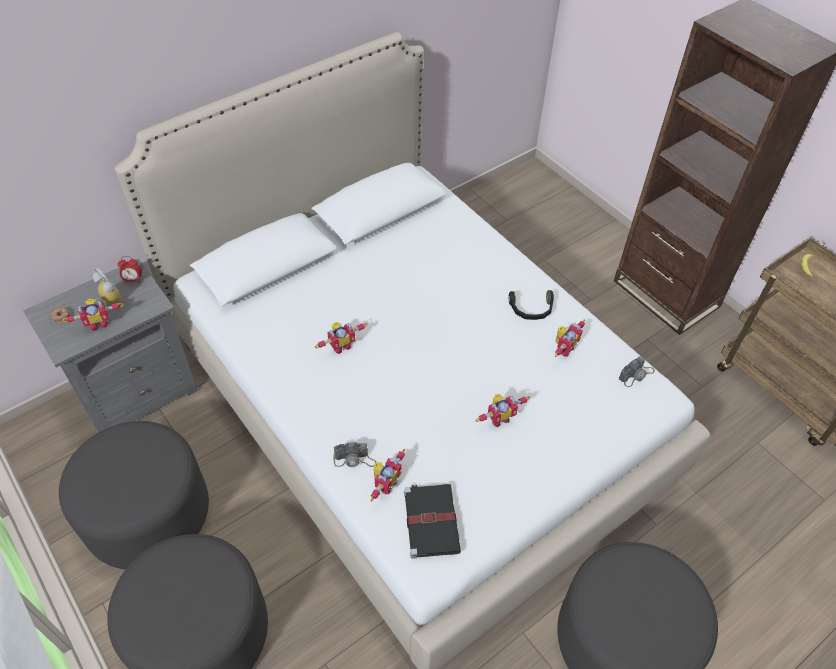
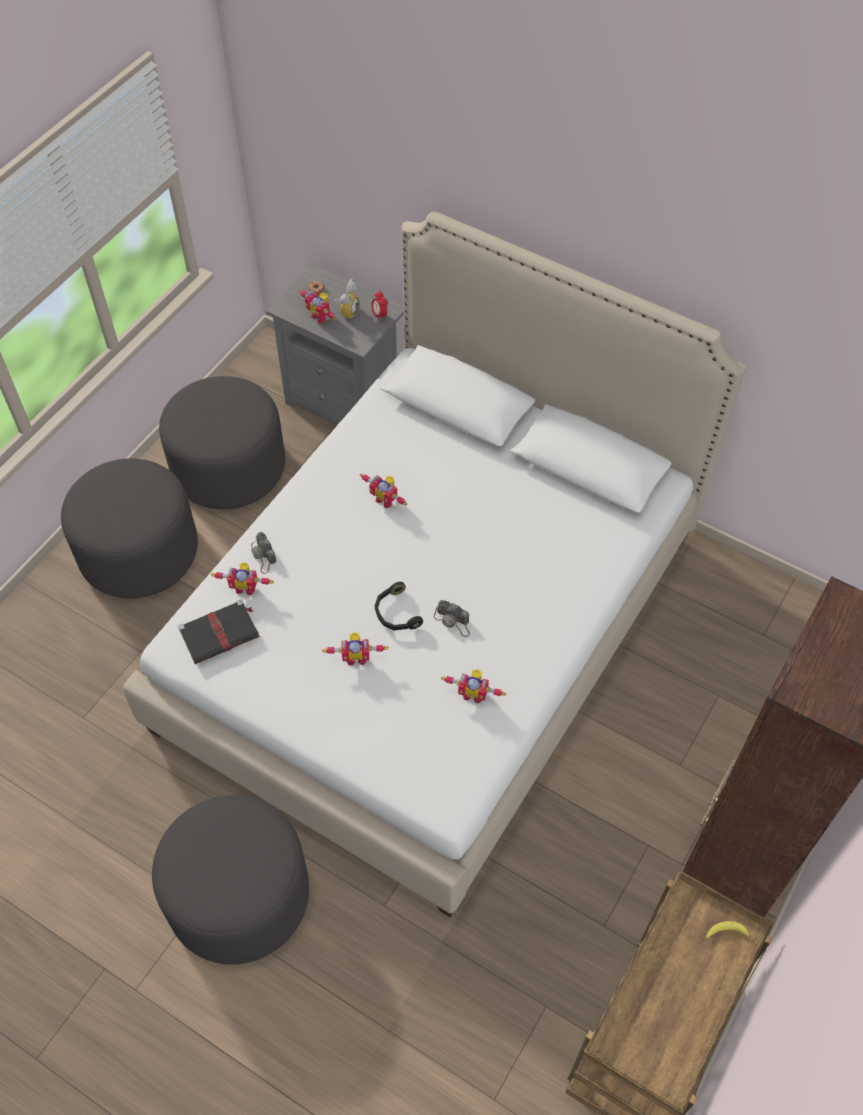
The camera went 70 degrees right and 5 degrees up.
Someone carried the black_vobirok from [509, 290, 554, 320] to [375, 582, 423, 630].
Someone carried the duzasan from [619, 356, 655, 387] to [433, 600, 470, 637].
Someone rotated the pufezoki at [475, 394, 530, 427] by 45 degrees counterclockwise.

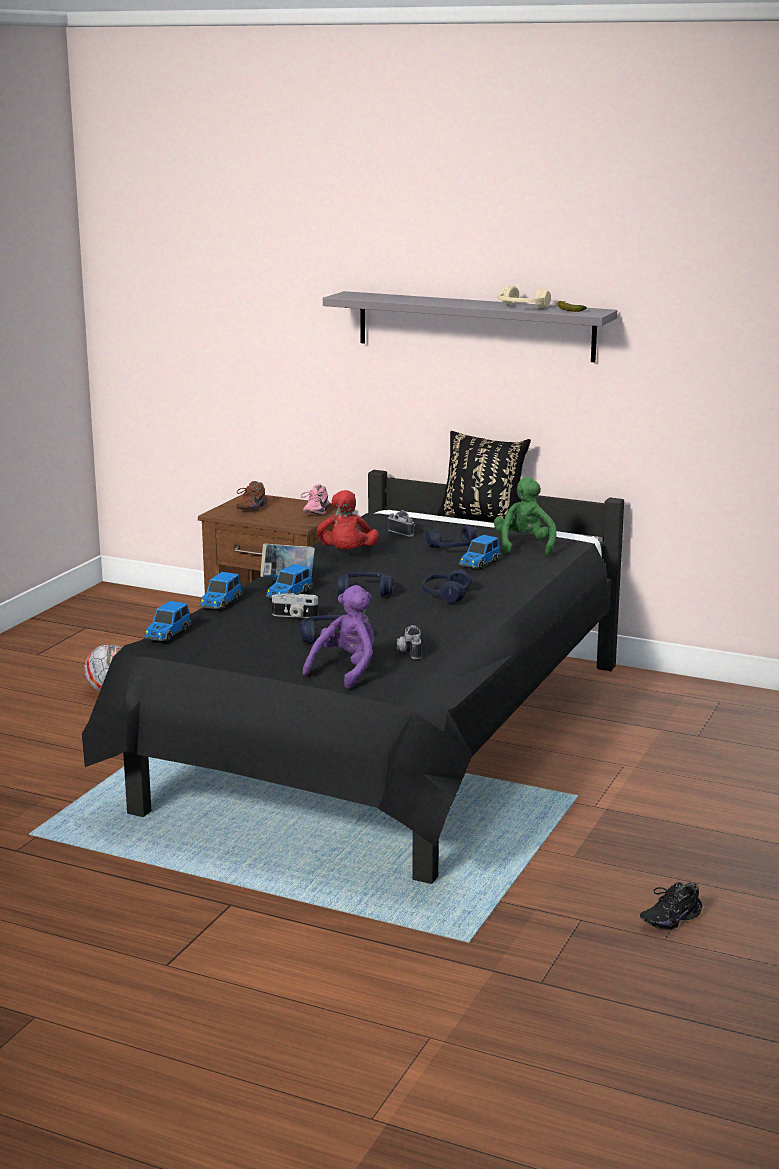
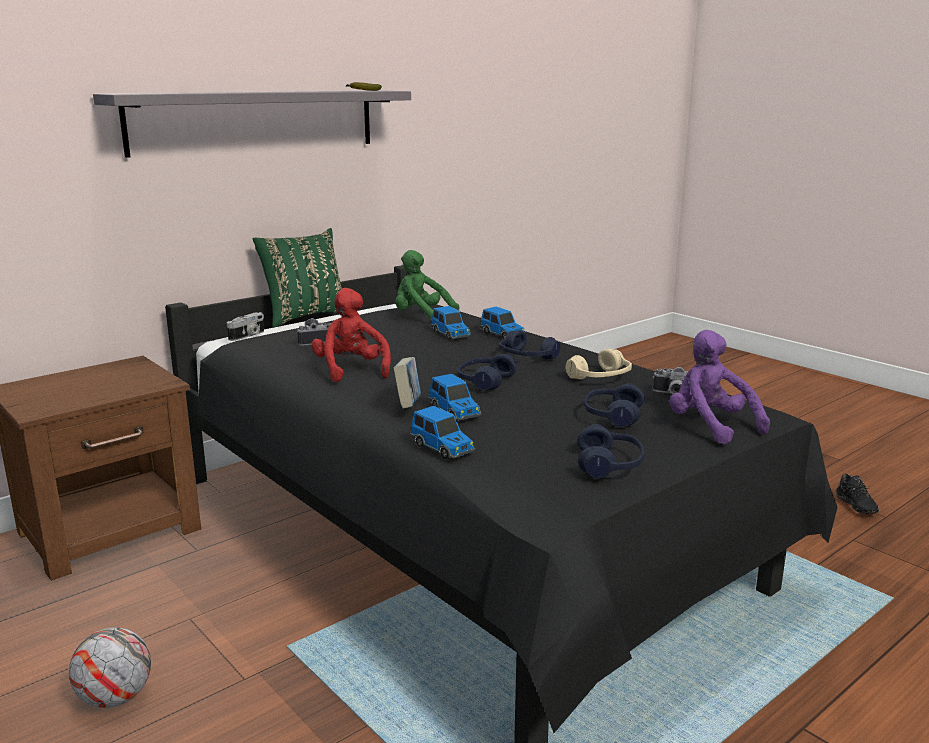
The camera went 65 degrees left and 0 degrees up.
Someone carried the beige_vobirok from [498, 286, 551, 308] to [566, 349, 632, 379].
Someone repainted the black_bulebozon at [437, 431, 531, 519], which became the green_bulebozon at [253, 228, 342, 328].
Someone took away the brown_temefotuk at [236, 481, 267, 511].
Someone took away the pink_temefotuk at [301, 485, 330, 515].
Someone rotated the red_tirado at [317, 490, 379, 550] by 135 degrees counterclockwise.
Someone carried the blue_vobirok from [426, 525, 479, 548] to [577, 424, 645, 479].
Someone carried the duzasan from [272, 593, 318, 618] to [227, 312, 264, 341].
Someone carried the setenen from [144, 601, 192, 641] to [480, 307, 524, 339].

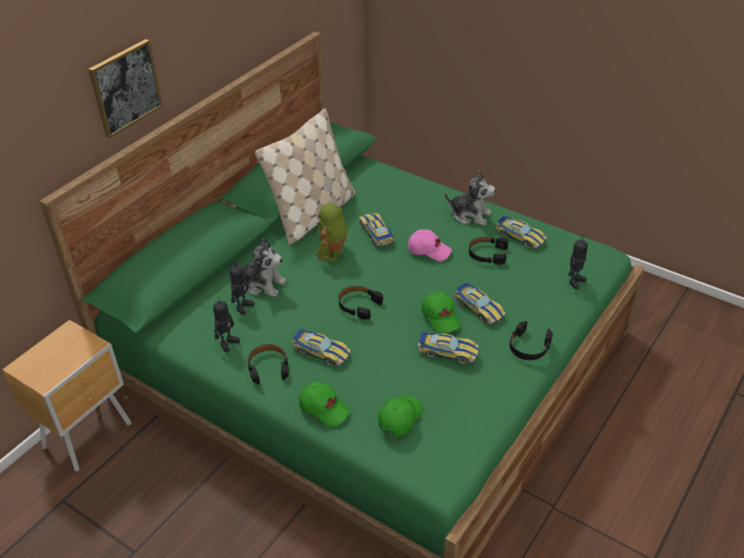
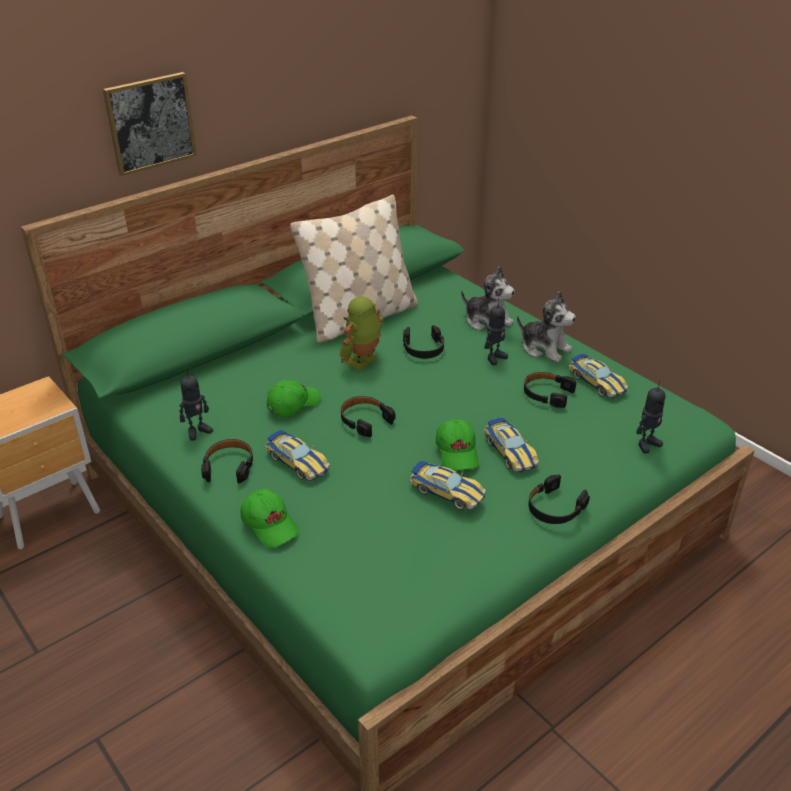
The camera went 15 degrees right and 5 degrees down.
Someone swapped the setenen at [359, 213, 395, 246] for the black_vobirok at [403, 325, 444, 359].
Someone took away the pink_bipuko at [408, 229, 452, 261].
Someone carried the tirado from [233, 238, 287, 297] to [461, 266, 515, 331].
Someone carried the pufezoki from [230, 263, 255, 315] to [484, 299, 508, 365].
Someone carried the green_bipuko from [378, 395, 423, 437] to [267, 380, 321, 417].

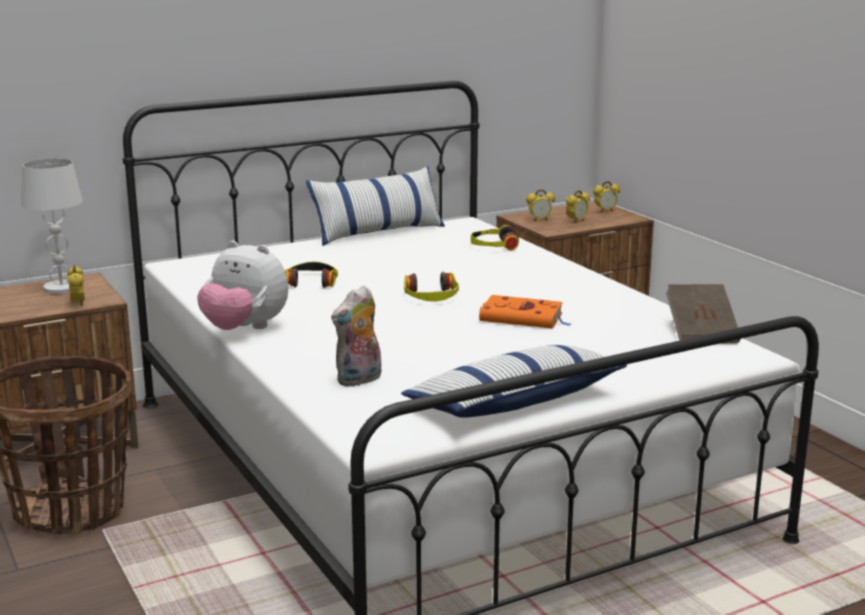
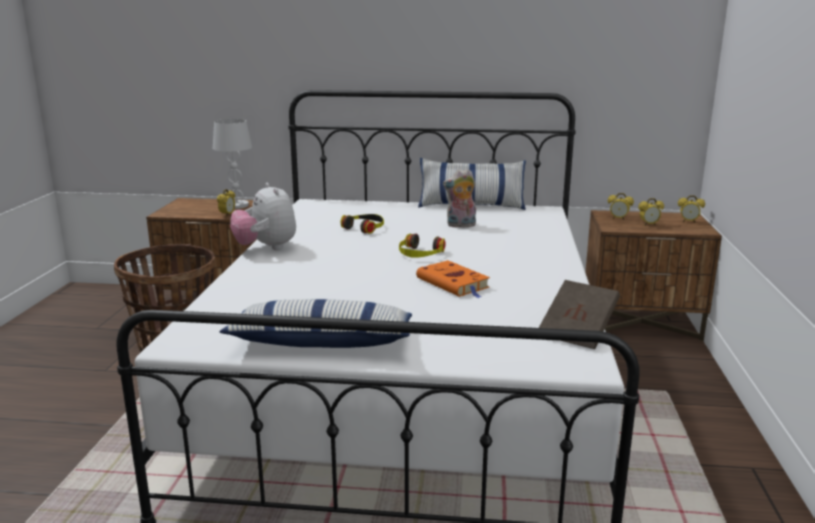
The camera went 35 degrees right and 0 degrees up.
Someone took away the vobirok at [471, 225, 519, 251].
Someone carried the tirado from [331, 285, 382, 387] to [443, 169, 476, 228].

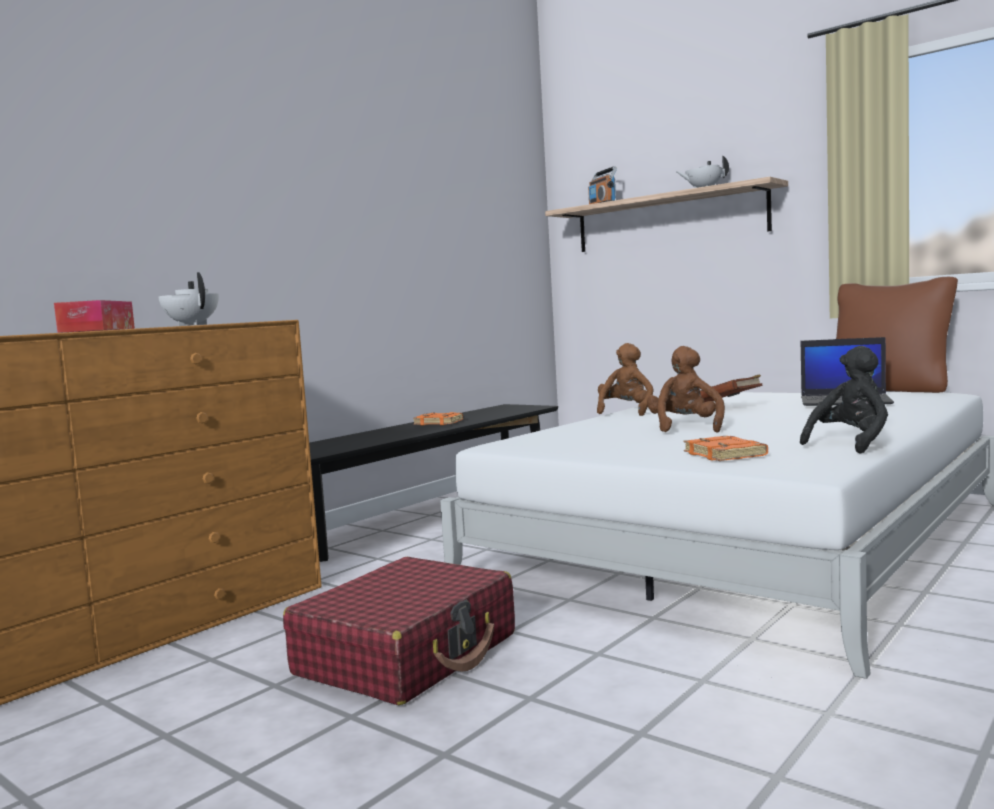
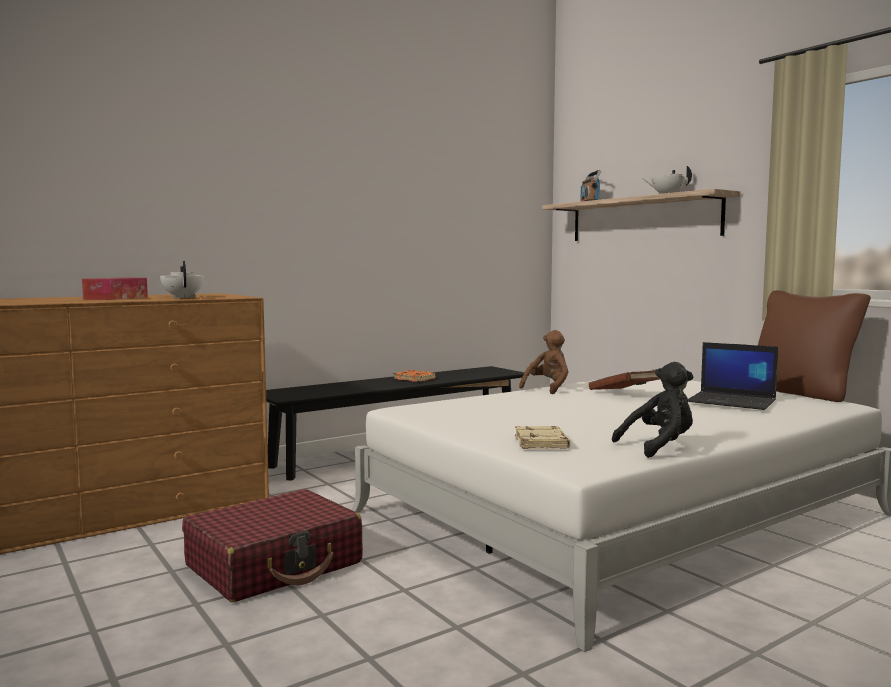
The camera went 15 degrees right and 0 degrees up.
Someone took away the brown_tirado at [647, 346, 725, 433].
Someone repainted the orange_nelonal at [683, 436, 768, 461], which became the beige_nelonal at [515, 426, 570, 449].

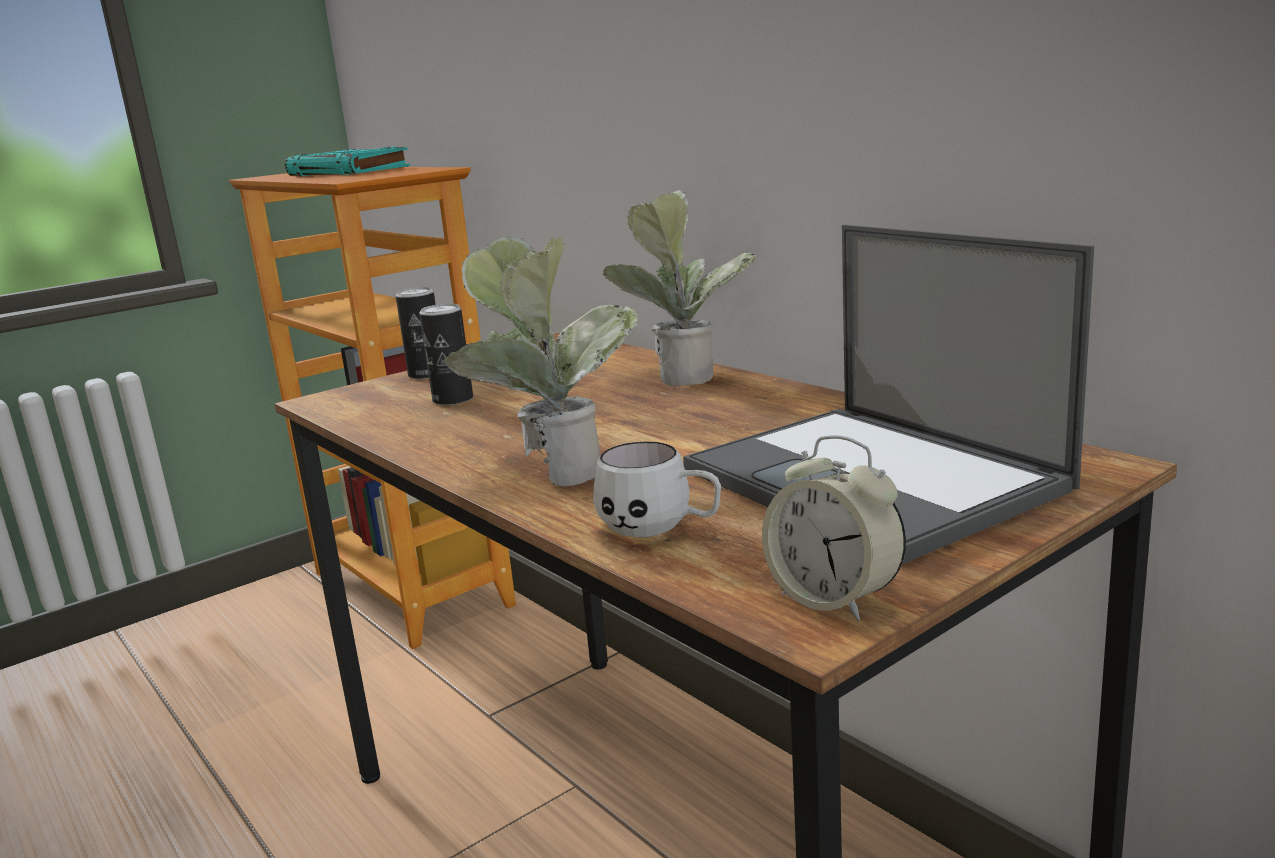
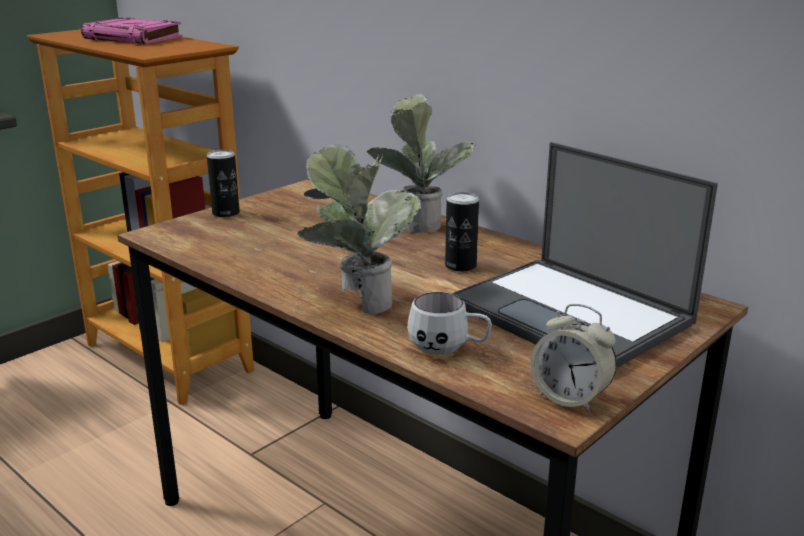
The camera went 10 degrees left and 5 degrees up.
Someone repainted the turquoise_nelonal at [285, 146, 410, 176], which became the pink_nelonal at [81, 18, 183, 44].
Someone carried the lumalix from [419, 304, 473, 405] to [445, 192, 479, 272].

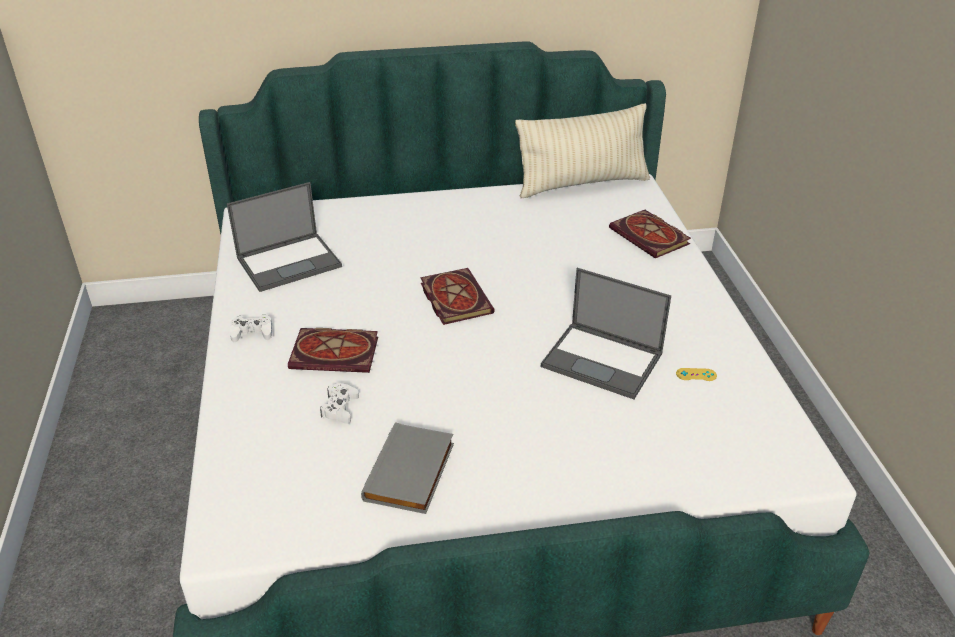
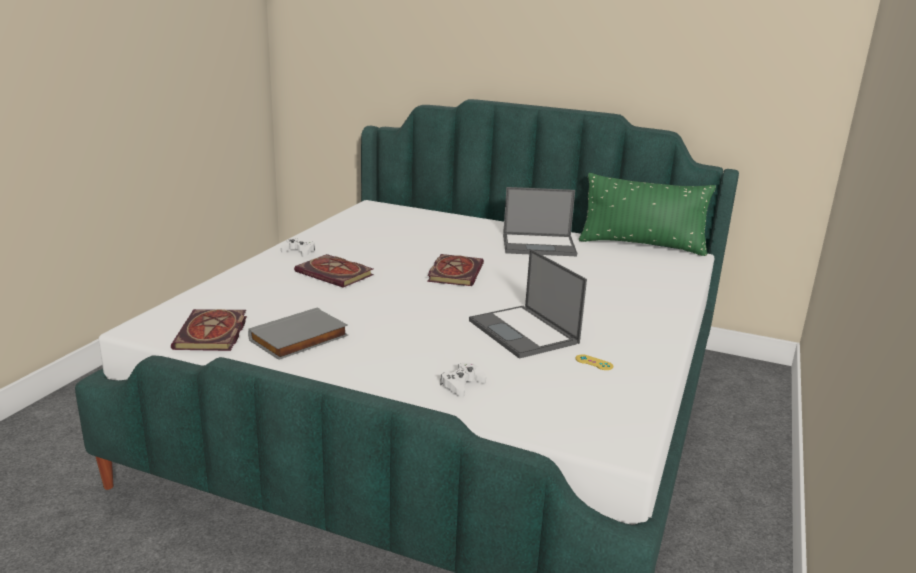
The camera went 30 degrees right and 15 degrees down.
Someone repainted the beige_bulebozon at [515, 103, 650, 199], which became the green_bulebozon at [579, 173, 716, 256].
Someone carried the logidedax from [227, 182, 342, 292] to [503, 187, 577, 256].
Someone carried the nelonal from [609, 210, 691, 258] to [171, 309, 247, 351].
Someone carried the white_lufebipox from [320, 383, 359, 424] to [440, 362, 486, 398].

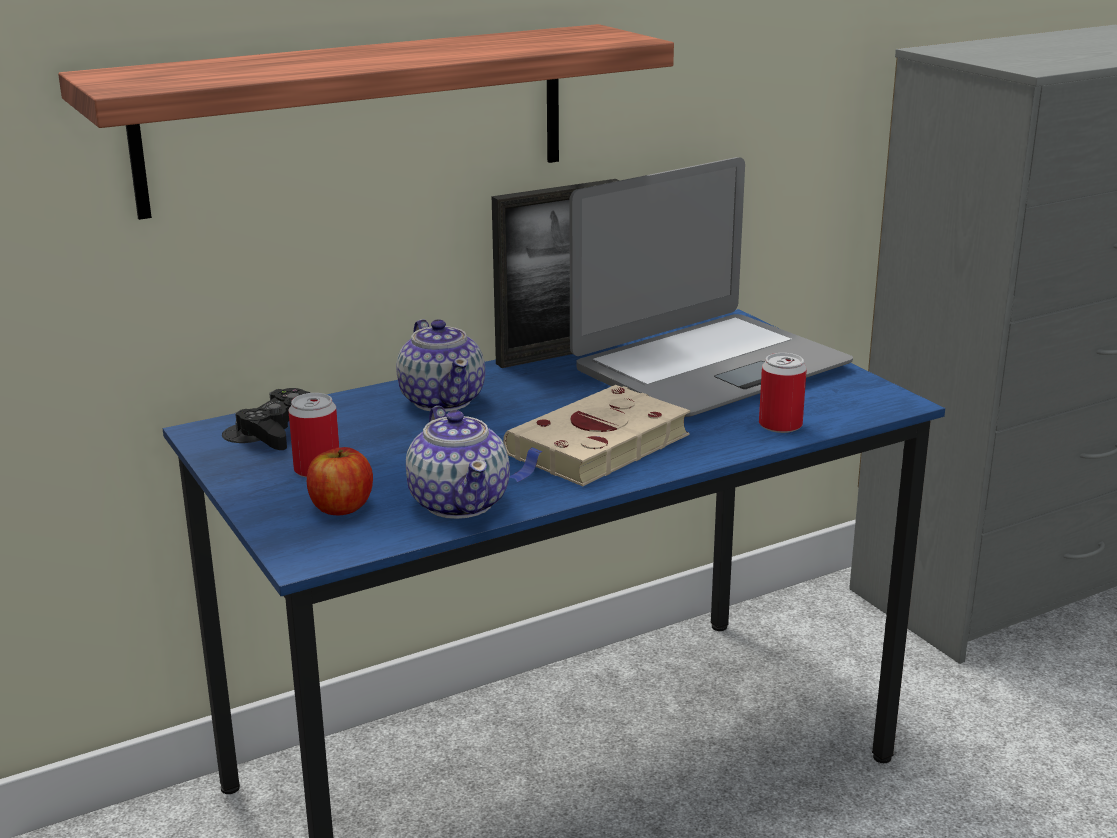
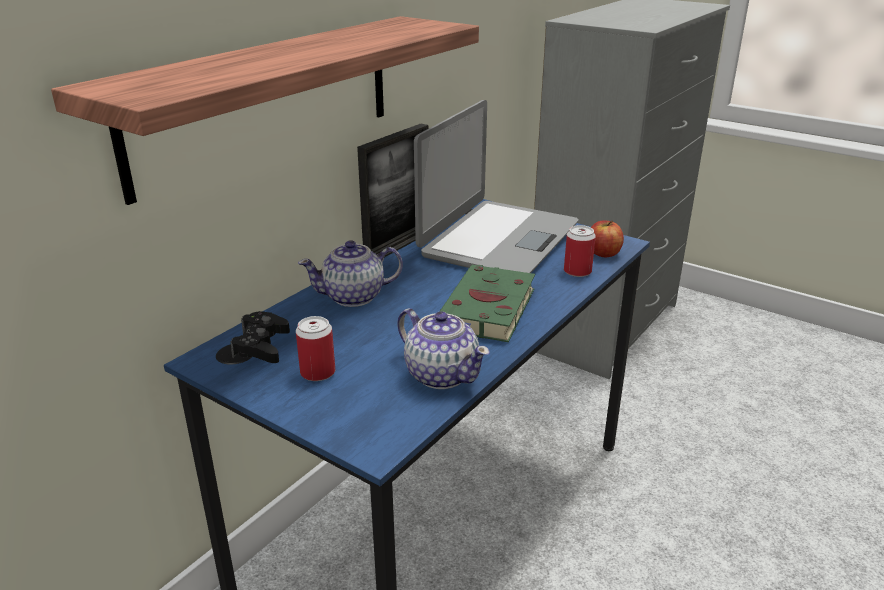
The camera went 25 degrees left and 5 degrees up.
Someone rotated the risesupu at [396, 319, 485, 412] by 120 degrees clockwise.
Someone repainted the beige_nelonal at [503, 385, 690, 486], which became the green_nelonal at [439, 265, 535, 342].
Someone carried the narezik from [307, 447, 373, 515] to [591, 220, 624, 257].

